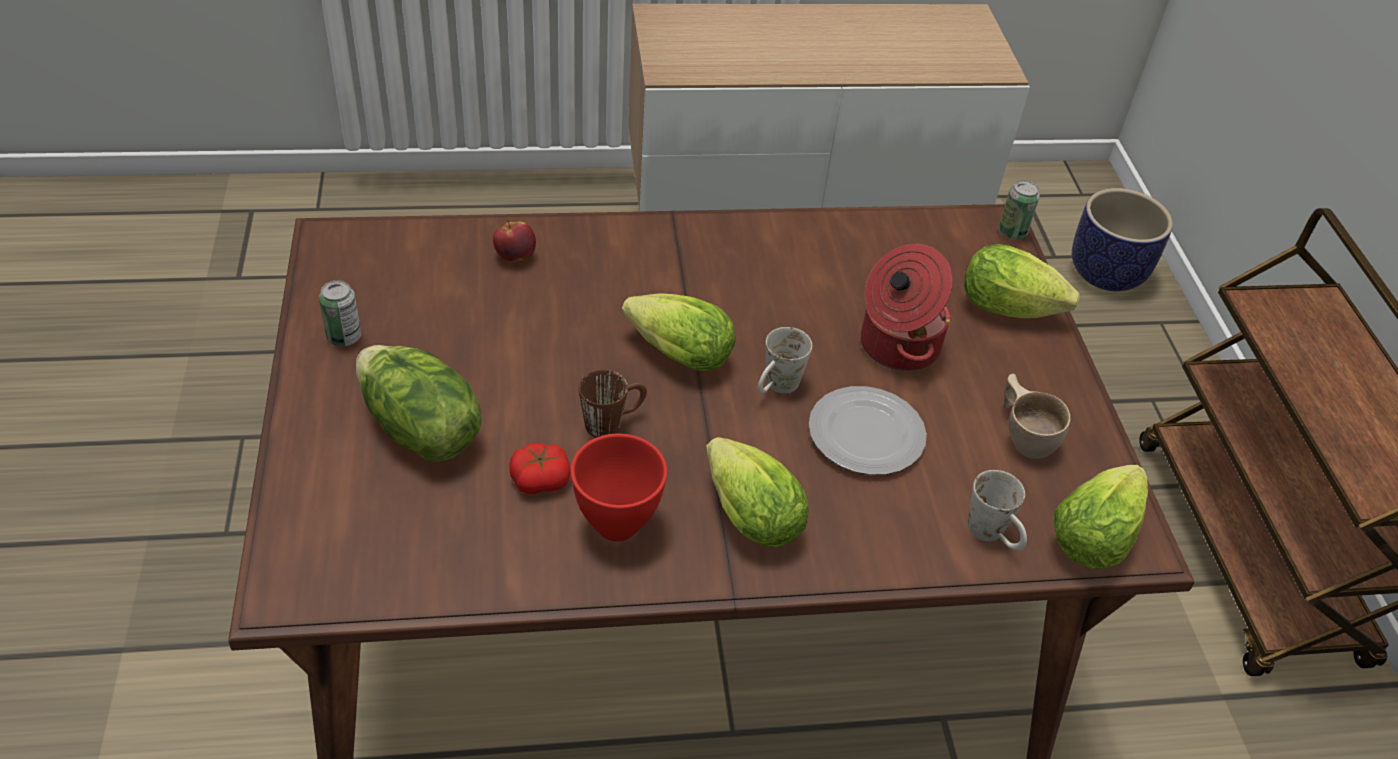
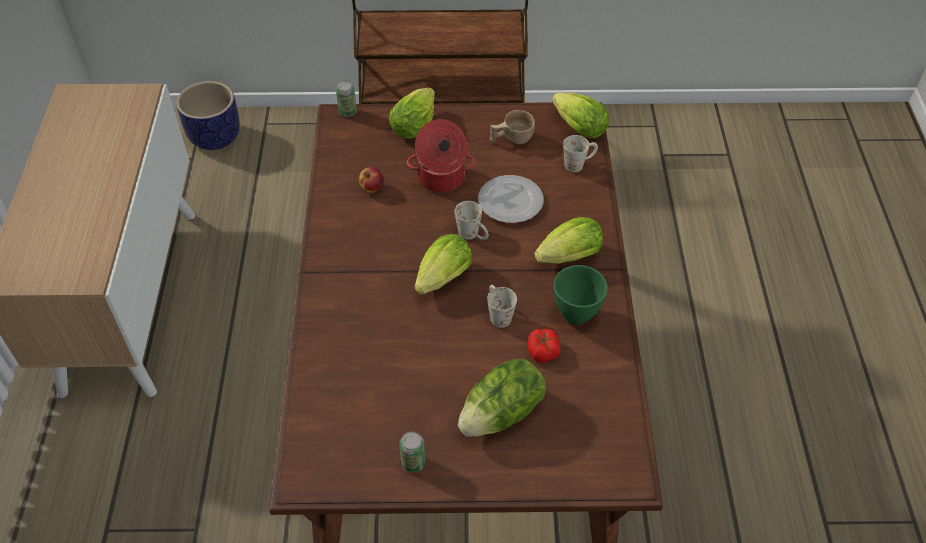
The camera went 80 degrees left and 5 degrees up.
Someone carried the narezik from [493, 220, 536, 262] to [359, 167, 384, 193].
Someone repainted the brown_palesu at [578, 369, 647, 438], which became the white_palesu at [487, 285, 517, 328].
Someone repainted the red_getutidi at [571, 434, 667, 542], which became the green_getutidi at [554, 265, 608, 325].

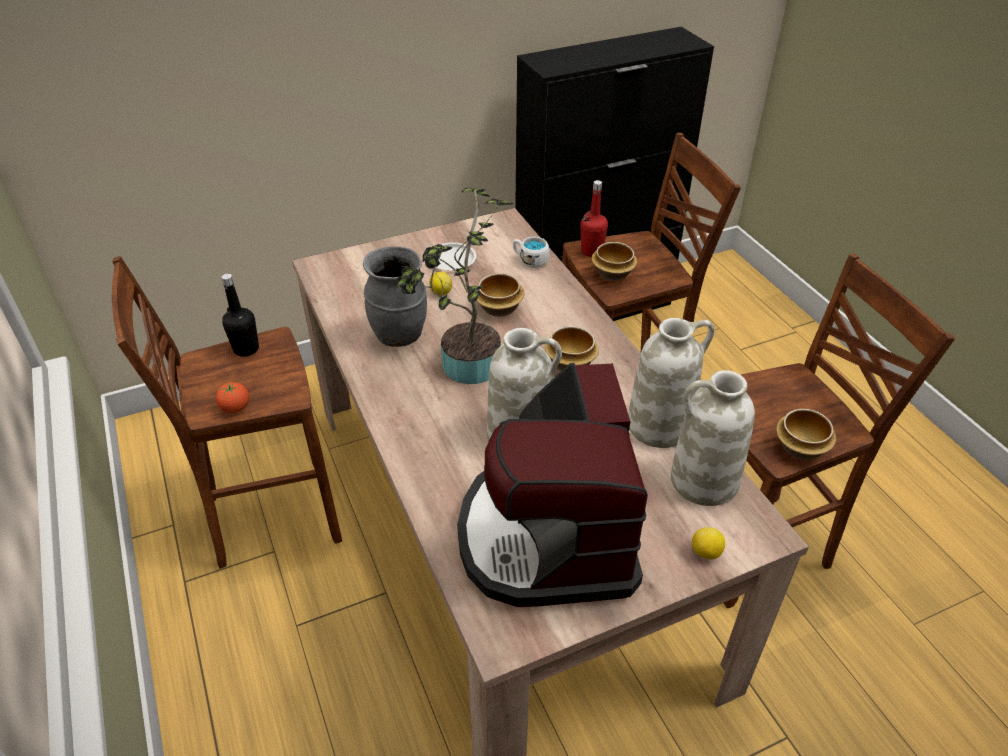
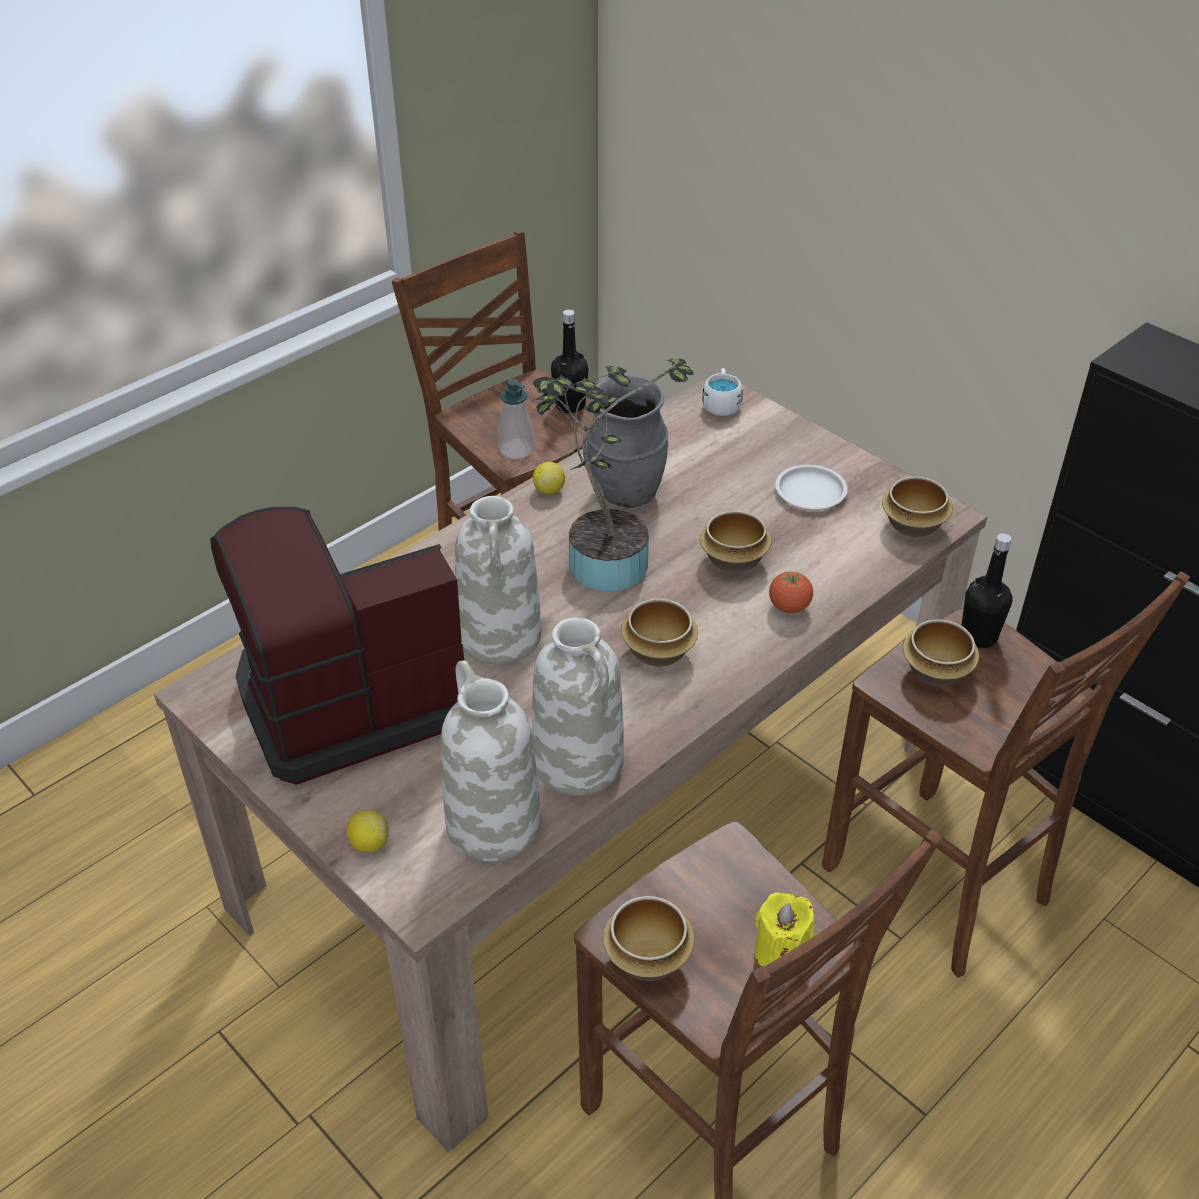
The camera went 70 degrees right and 0 degrees up.
Someone repainted the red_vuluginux at [581, 180, 608, 257], which became the black_vuluginux at [961, 533, 1013, 648].
Someone carried the white_palesu from [513, 237, 549, 268] to [702, 368, 743, 416].
Someone carried the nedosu from [429, 272, 452, 295] to [533, 462, 565, 495].
Someone carried the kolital from [216, 382, 249, 413] to [769, 572, 813, 613].
Someone put down the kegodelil at [498, 379, 534, 459].
Someone put down the getutidi at [882, 477, 953, 537].
Someone put down the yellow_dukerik at [755, 892, 814, 966].

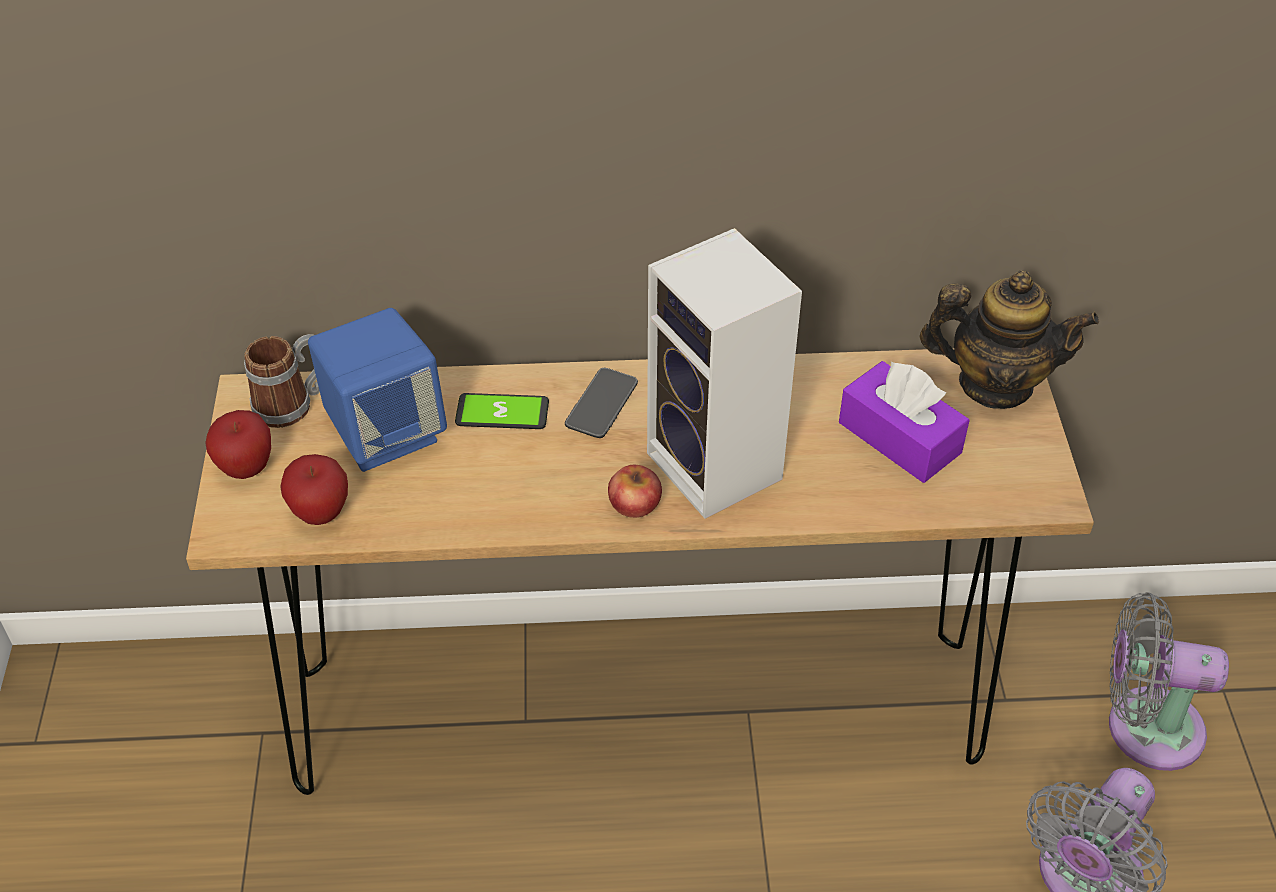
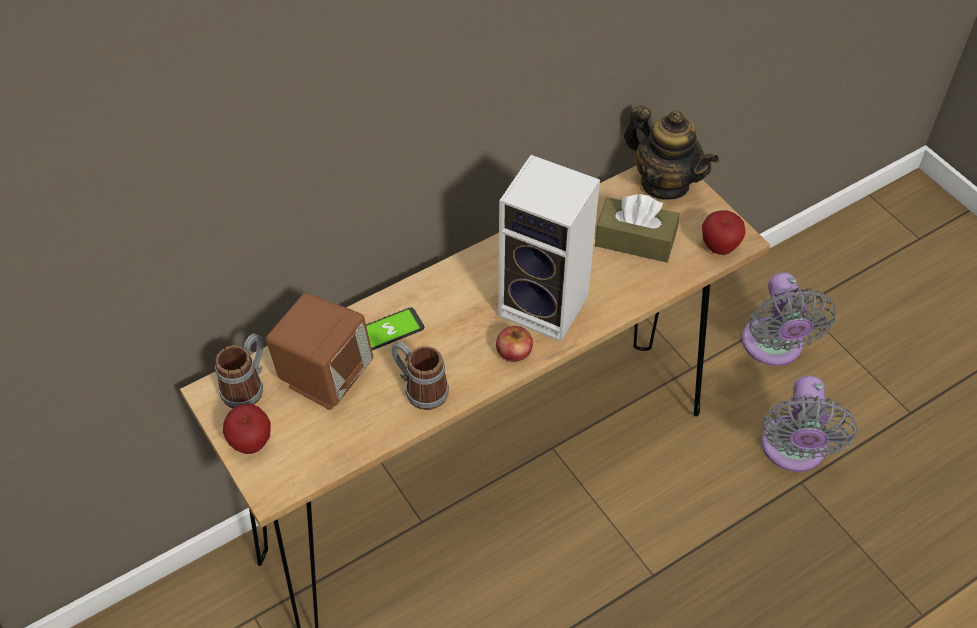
The camera went 30 degrees left and 5 degrees up.
Someone rotated the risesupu at [920, 270, 1099, 409] by 60 degrees clockwise.
Someone repainted the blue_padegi at [308, 308, 447, 472], which became the brown_padegi at [266, 293, 373, 410].
Someone repainted the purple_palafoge at [839, 361, 970, 483], which became the brown_palafoge at [595, 194, 679, 263].
Someone took away the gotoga at [565, 368, 638, 438].
Someone carried the narezik from [280, 454, 348, 525] to [702, 210, 746, 255].
Someone rotated the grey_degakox at [1109, 592, 1229, 771] by 75 degrees counterclockwise.
Someone put down the palesu at [391, 342, 449, 410].

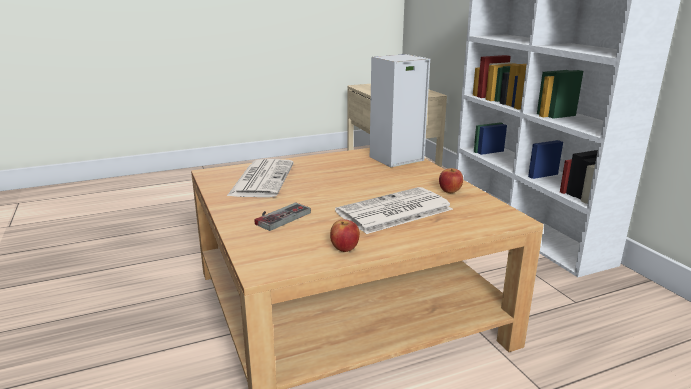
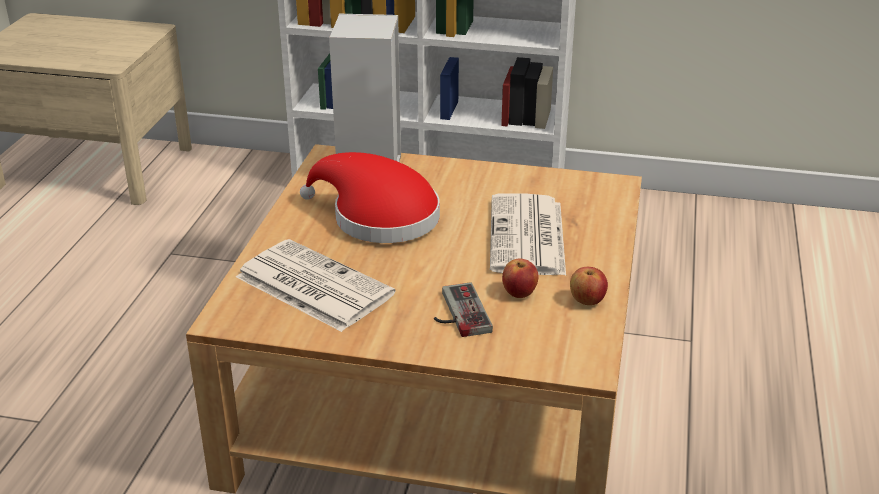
The camera went 55 degrees left and 10 degrees up.
Someone carried the narezik from [439, 168, 463, 193] to [502, 258, 538, 298].
Someone put down the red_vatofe at [300, 152, 440, 243].

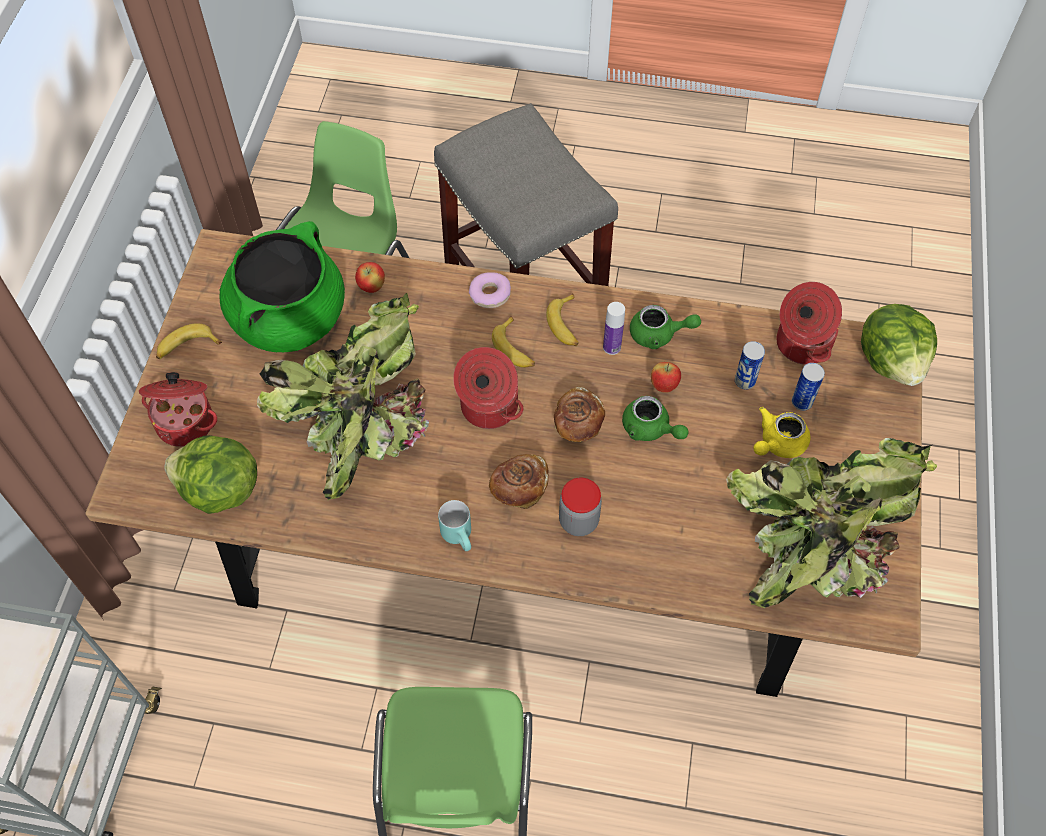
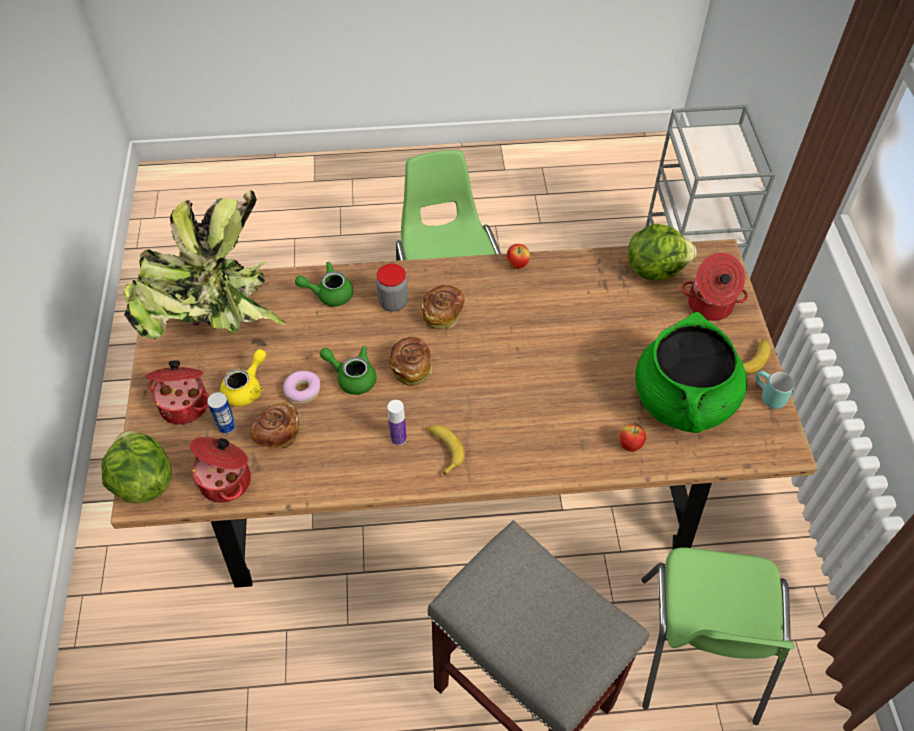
The camera went 165 degrees right and 5 degrees down.
Someone carried the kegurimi from [469, 272, 511, 308] to [283, 371, 320, 404].
Someone took away the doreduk at [257, 292, 429, 500].
Someone carried the green_risesupu from [630, 305, 701, 349] to [295, 262, 353, 306].
Someone took away the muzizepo at [492, 316, 535, 368].
Someone swapped the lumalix at [735, 341, 765, 390] for the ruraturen at [250, 403, 299, 449].
Someone carried the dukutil from [453, 347, 524, 429] to [145, 361, 210, 425].
Someone carried the narezik from [651, 362, 681, 393] to [507, 244, 530, 269].
Someone carried the turquoise_palesu from [438, 500, 471, 551] to [756, 371, 795, 409].

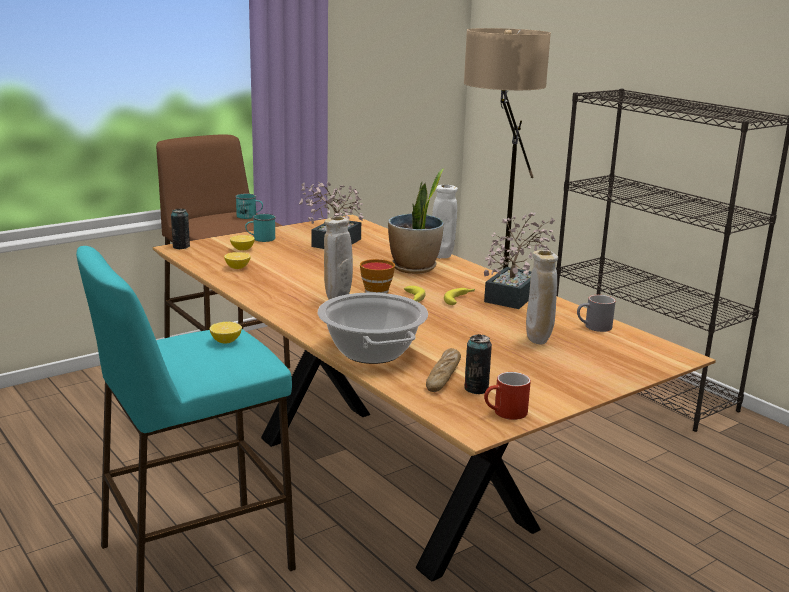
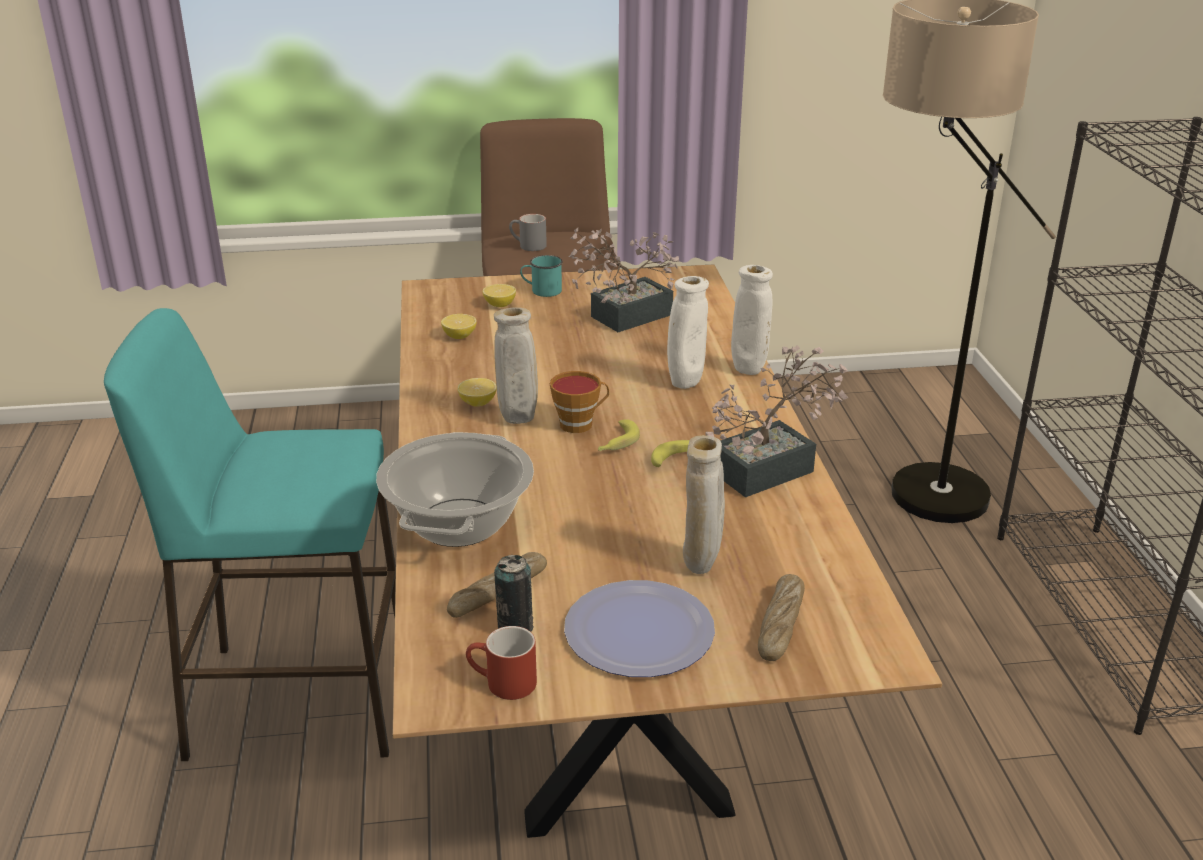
The camera went 30 degrees right and 10 degrees up.
Someone swapped the doreduk at [388, 169, 444, 274] for the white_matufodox at [667, 276, 709, 389].
Someone took away the turquoise_palesu at [235, 194, 263, 219].
Someone took away the lumalix at [171, 209, 190, 249].
Someone carried the grey_palesu from [577, 295, 616, 332] to [509, 214, 547, 251].
Someone carried the nedosu from [210, 322, 242, 344] to [457, 378, 497, 407].
Someone put down the ruraturen at [758, 574, 805, 661].
Someone put down the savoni at [564, 580, 715, 677].

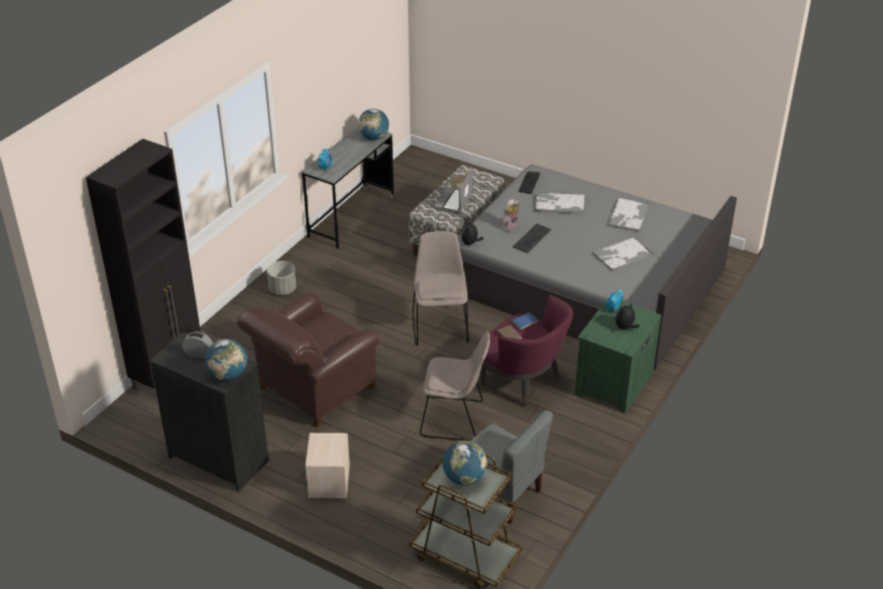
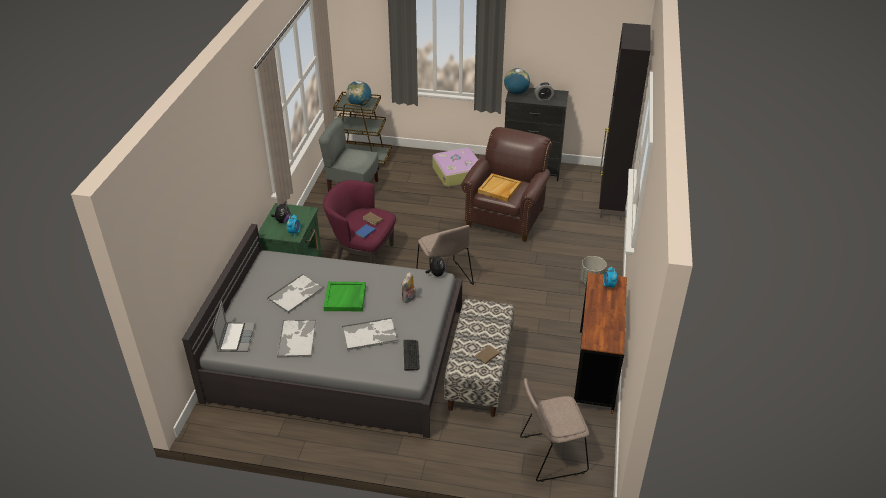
The camera went 160 degrees right and 0 degrees up.
Someone took away the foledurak at [358, 109, 389, 140].
Someone repainted the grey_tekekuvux at [302, 127, 395, 249], which became the brown_tekekuvux at [574, 272, 627, 414].
Someone carried the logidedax from [433, 169, 473, 213] to [212, 301, 255, 352].
Someone took away the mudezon at [513, 224, 551, 253].
Someone carried the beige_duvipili from [420, 331, 490, 441] to [520, 378, 589, 482].
Someone swapped the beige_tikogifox at [305, 433, 350, 498] for the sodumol at [432, 148, 479, 187].
Someone put down the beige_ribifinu at [478, 173, 521, 202].
Someone put down the green_ribifinu at [323, 282, 366, 311].

